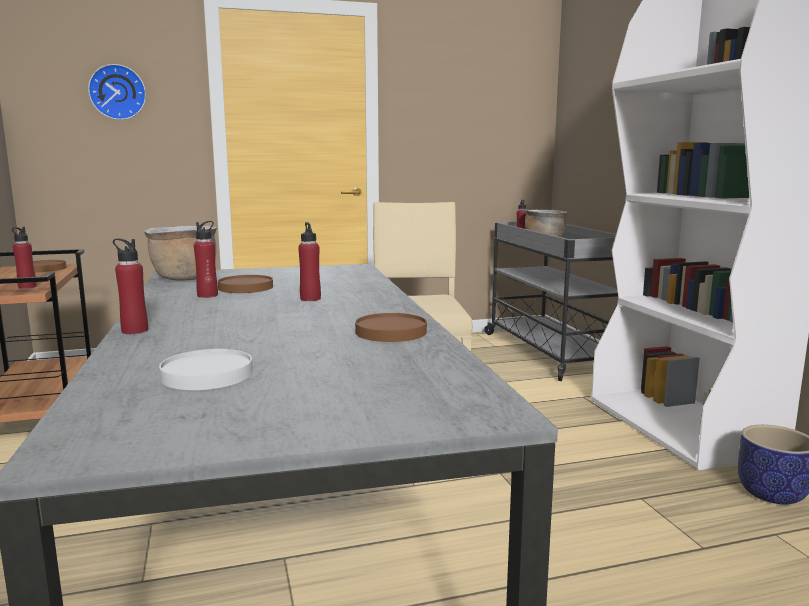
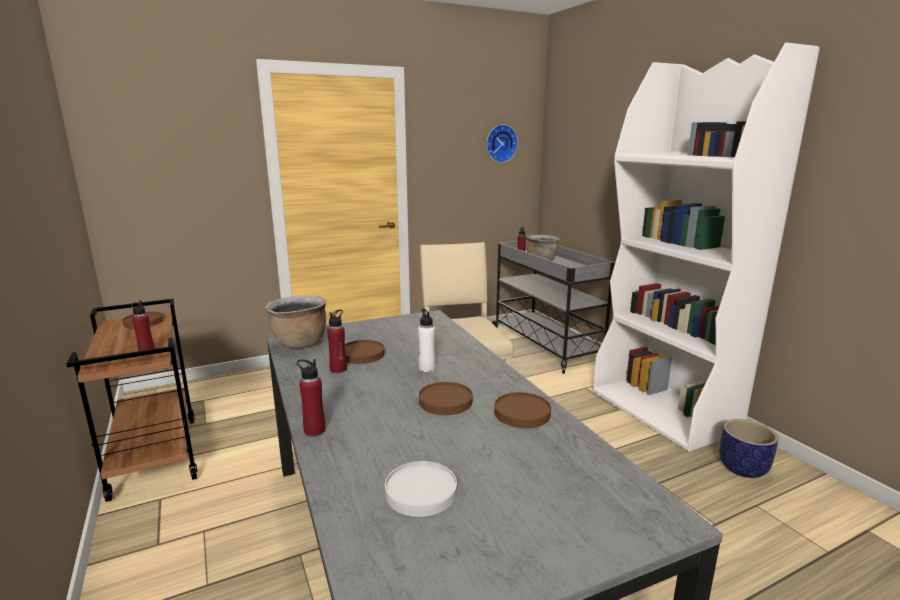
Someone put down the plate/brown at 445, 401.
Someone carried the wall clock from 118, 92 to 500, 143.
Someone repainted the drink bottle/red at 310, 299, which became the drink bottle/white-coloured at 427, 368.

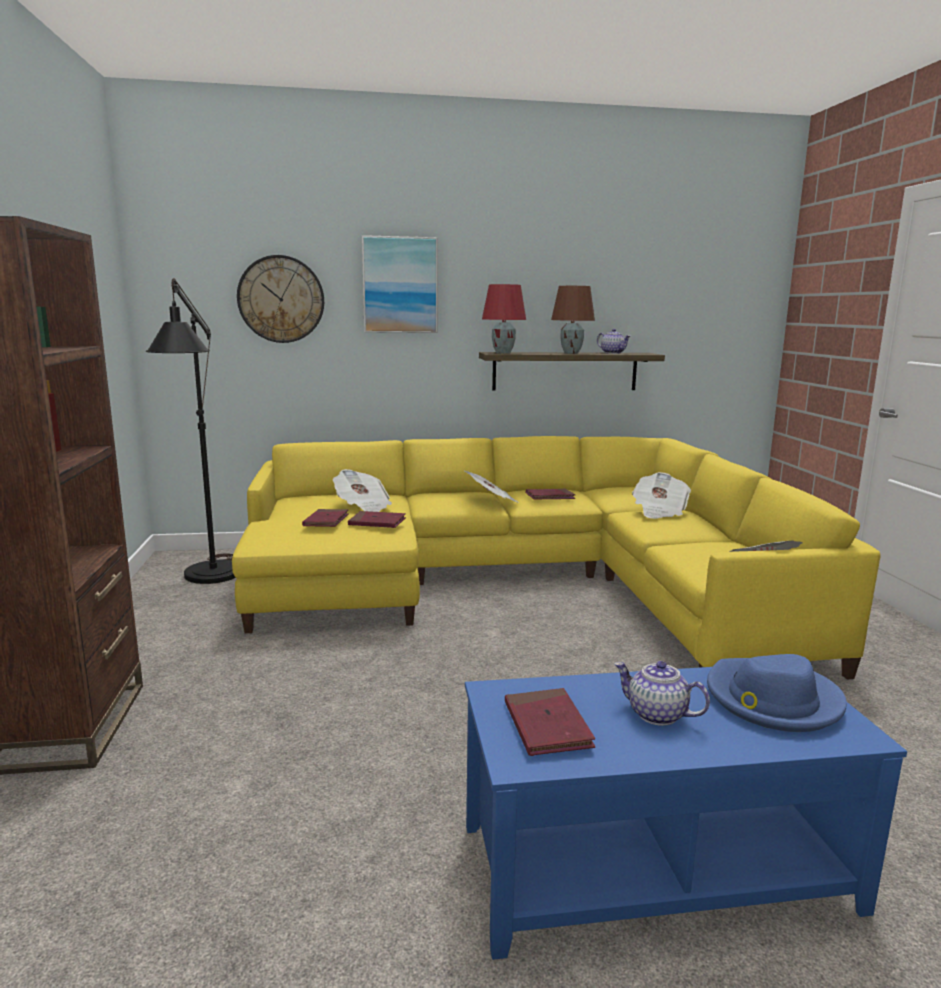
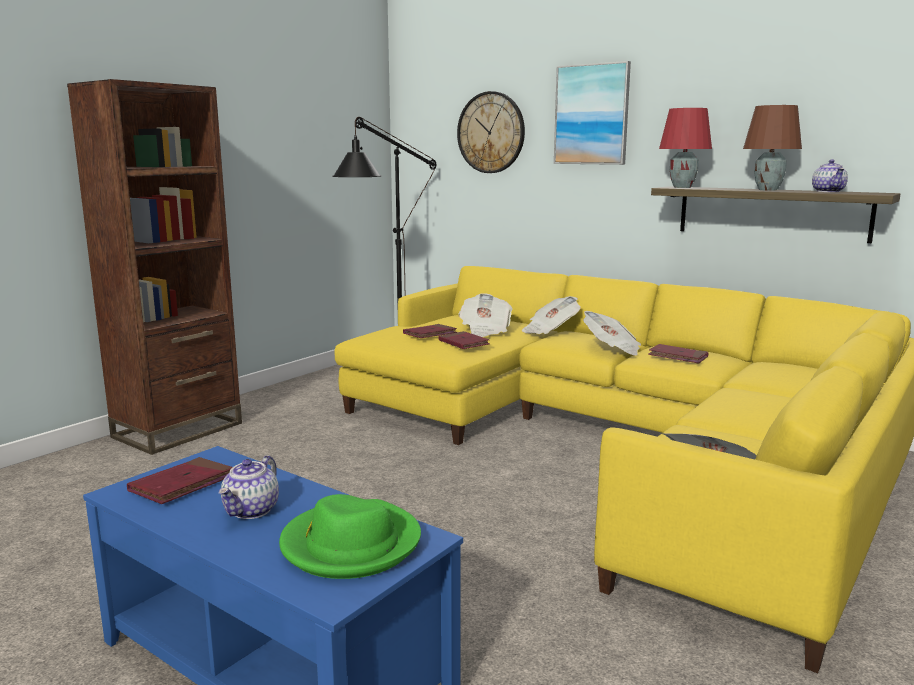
Someone carried the daily paper from 659, 511 to 550, 330.
Someone repainted the wearable hat/blue at 772, 699, which became the wearable hat/greenish at 350, 544.
Someone rotated the pot for tea at 656, 714 by 150 degrees counterclockwise.

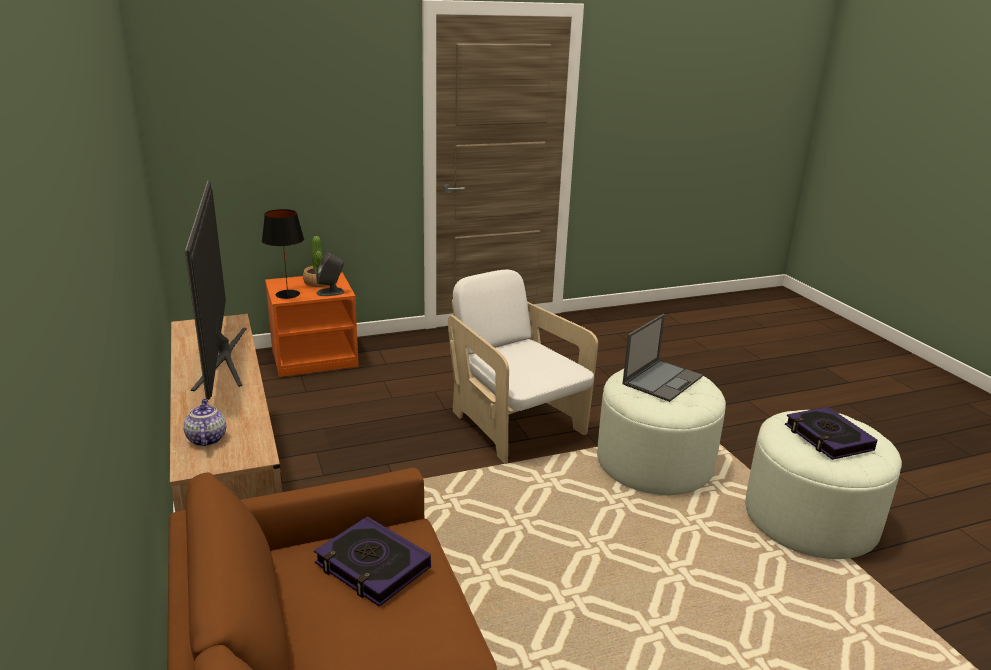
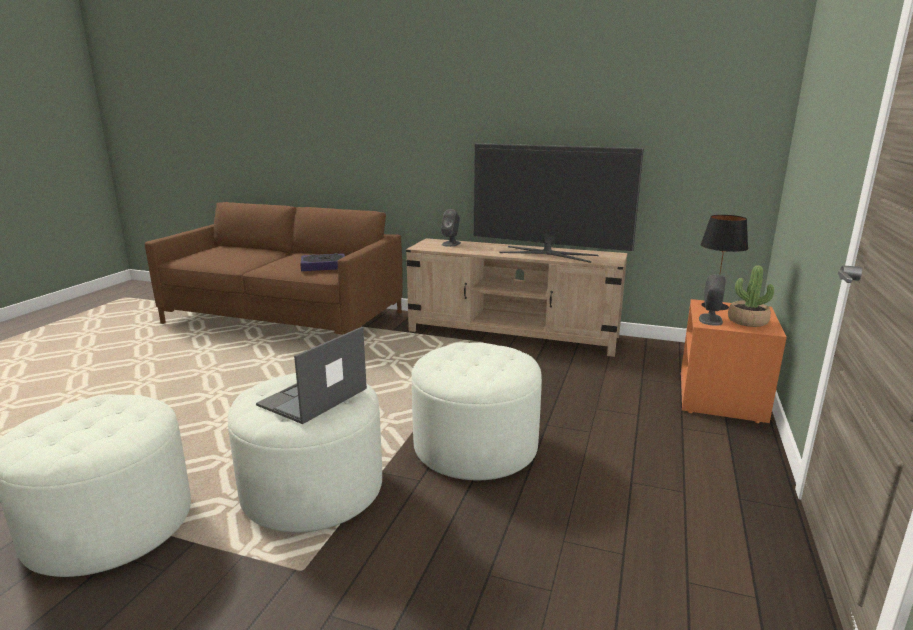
Someone took away the bound book at 827, 438.
Someone swapped the pot for tea at 206, 439 for the audio speaker/gray at 451, 244.
Someone swapped the lounge chair/white-coloured at 515, 425 for the pouffe/white-coloured at 475, 446.
Someone rotated the laptop at 662, 380 by 45 degrees clockwise.

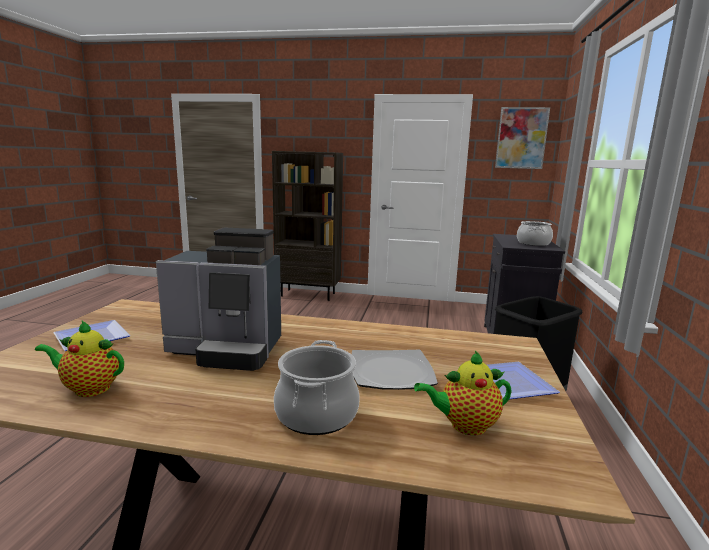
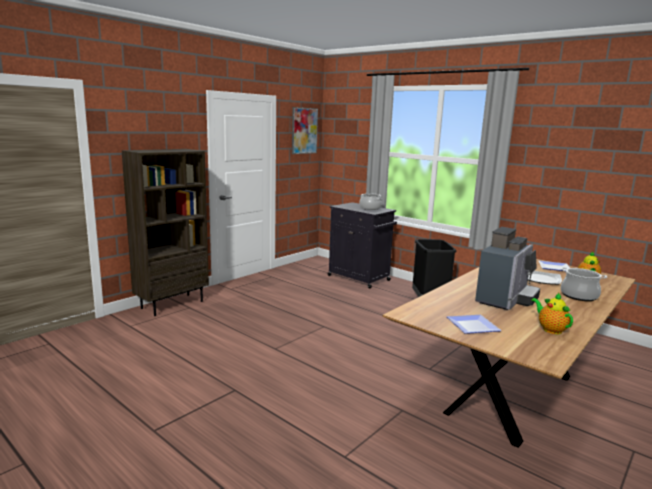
Someone rotated the pot for tea at 88, 388 by 120 degrees clockwise.

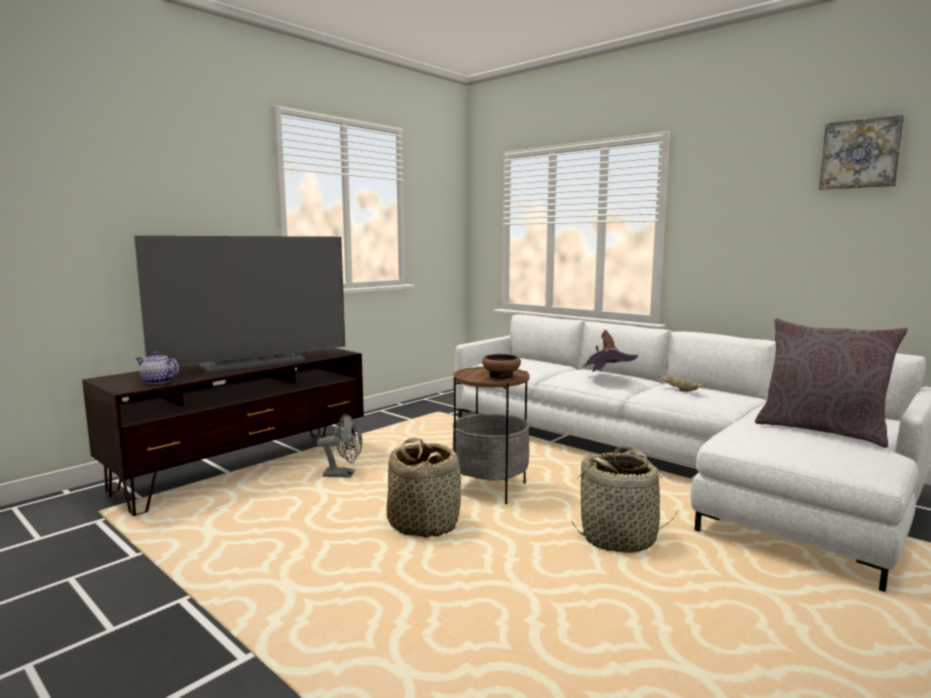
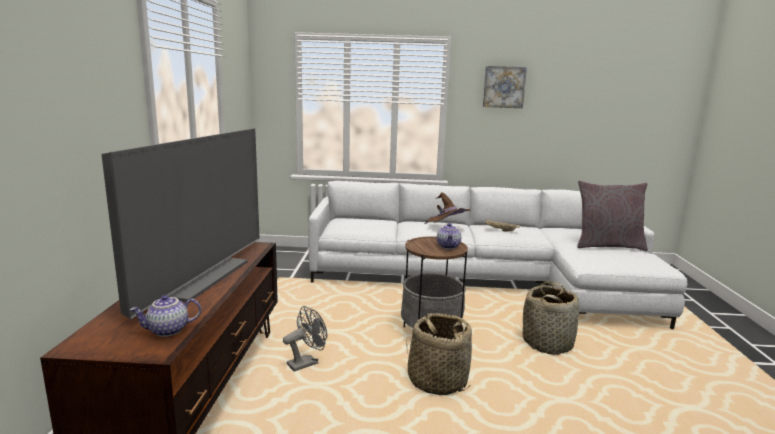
Someone carried the picture from 860, 154 to 503, 87.
Someone swapped the serving bowl at 501, 376 for the pot for tea at 449, 246.

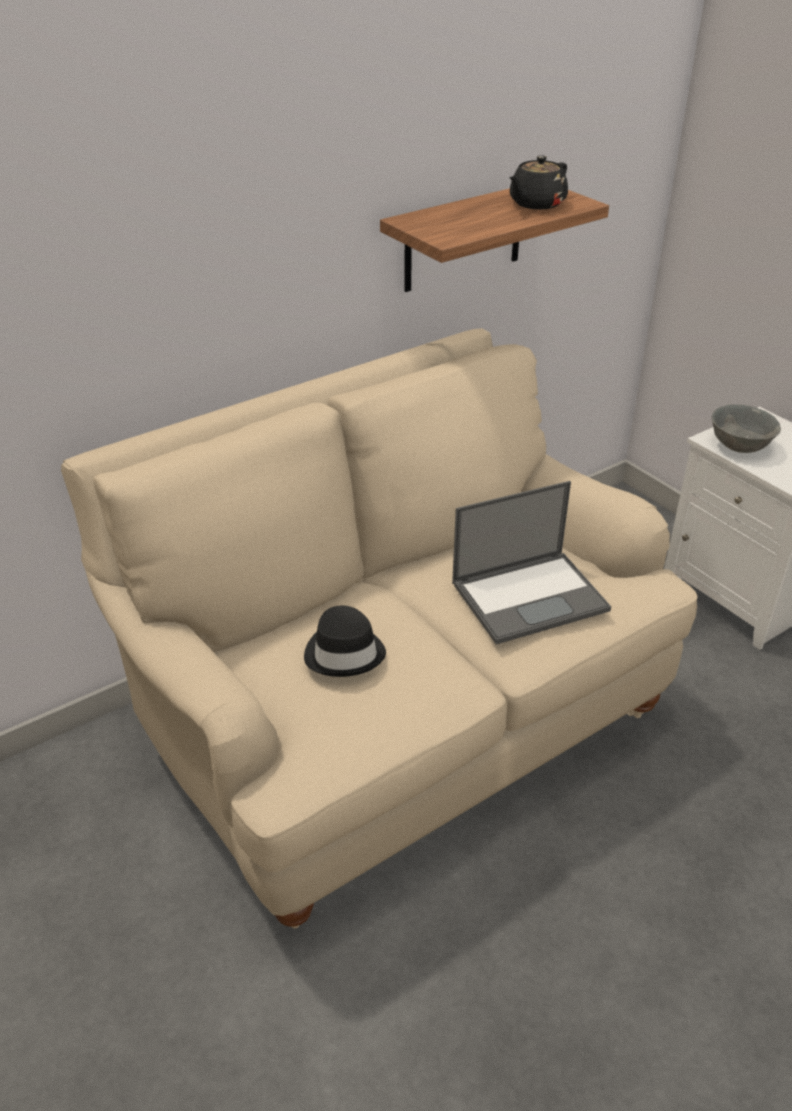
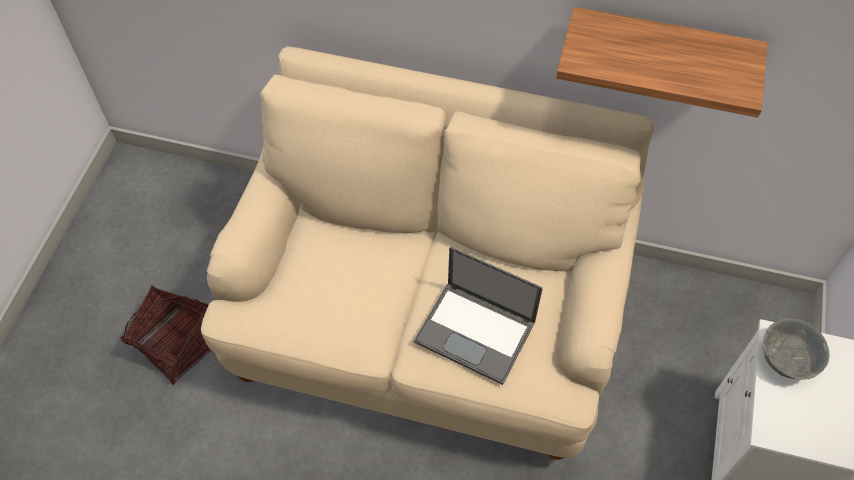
Someone took away the wearable hat/black-coloured at 345, 653.
Someone took away the pot for tea/black-coloured at 536, 204.
Someone put down the storage basket at 177, 345.

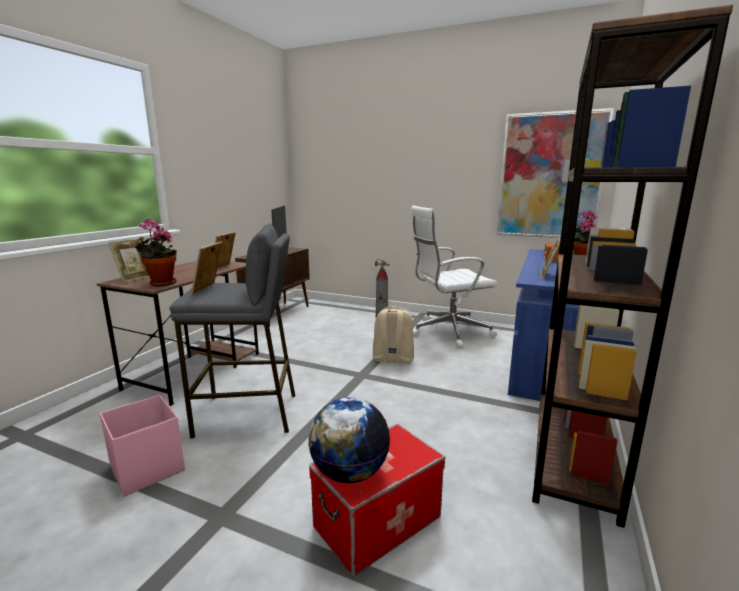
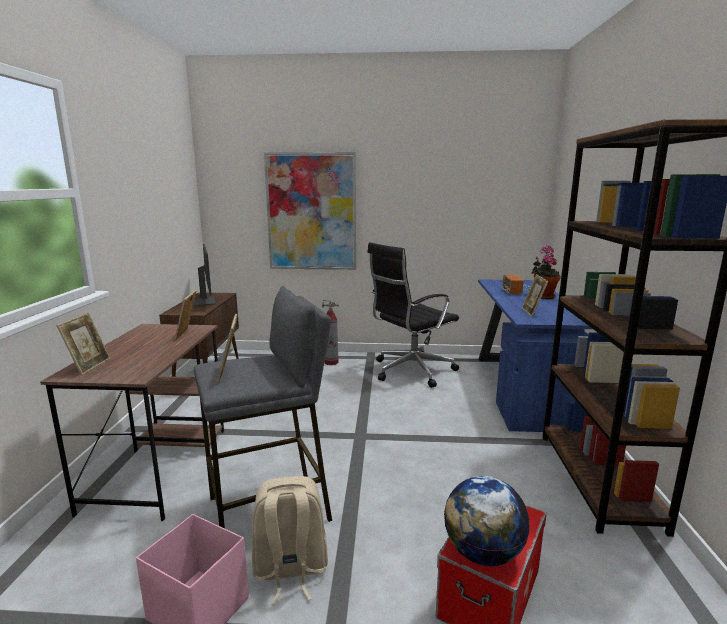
Someone took away the potted plant at 160, 284.
Someone carried the knapsack/beige from 392, 360 to 290, 570.
Someone carried the picture from 550, 176 to 311, 212.
Someone repainted the desk chair/white-coloured at 448, 332, which became the desk chair/black-coloured at 410, 371.

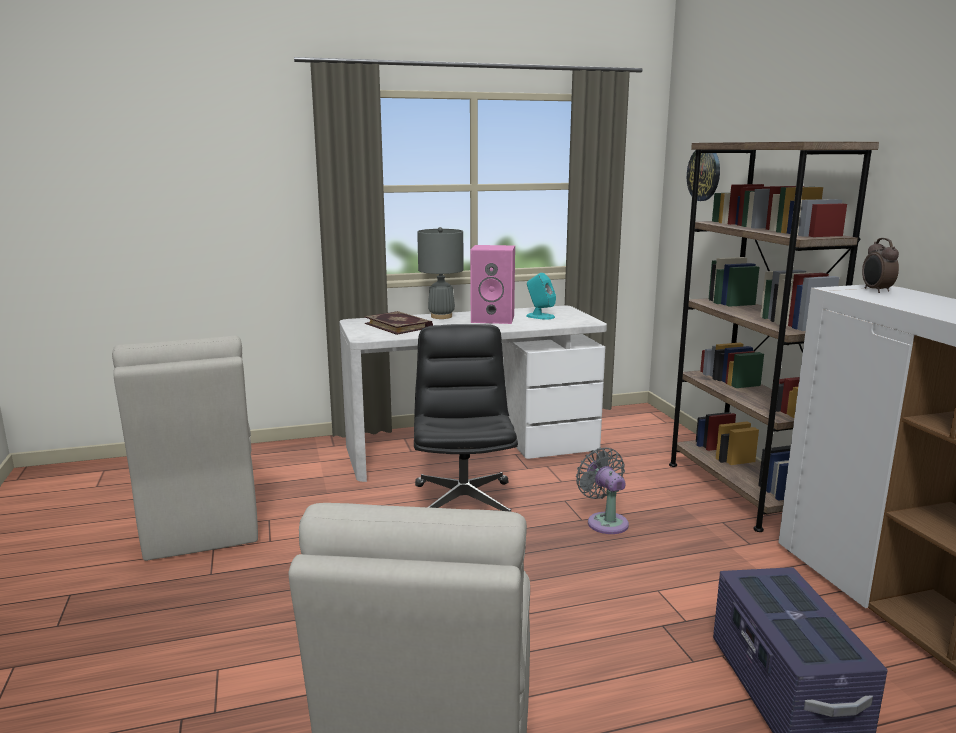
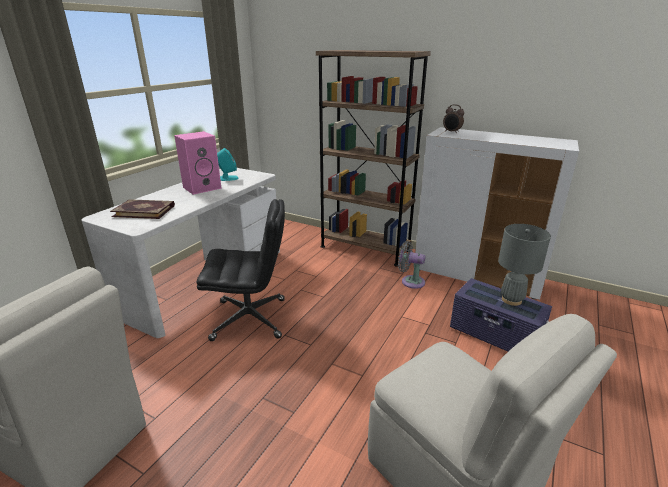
Someone took away the wall clock at 704, 173.
Someone carried the tabletop lamp/gray from 441, 316 to 511, 300.
Someone carried the cooling fan/gray from 605, 521 to 410, 281.
Someone rotated the desk chair/black-coloured at 463, 503 by 135 degrees clockwise.

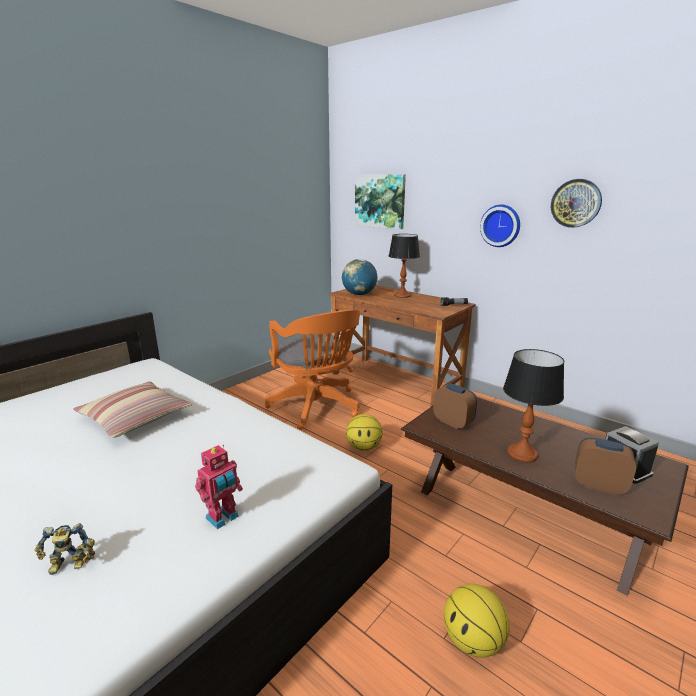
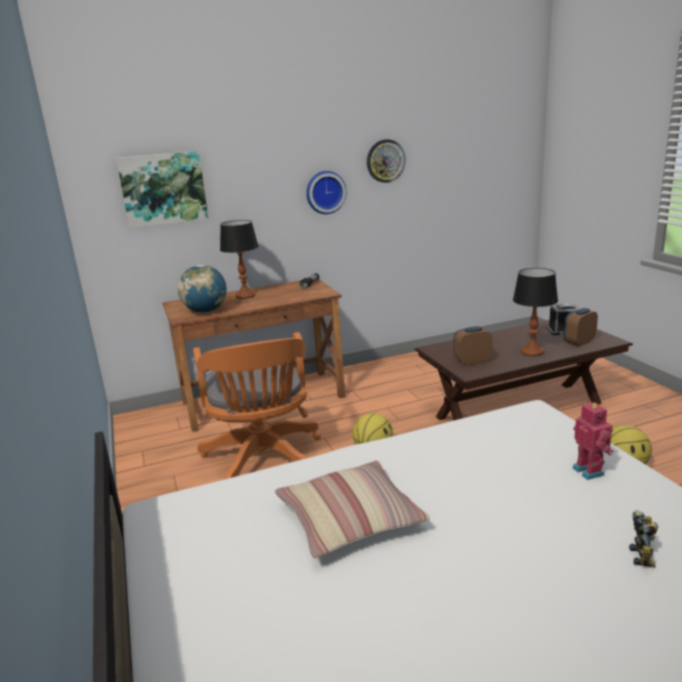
Someone rotated the desk chair/orange at 316, 408 by 75 degrees clockwise.

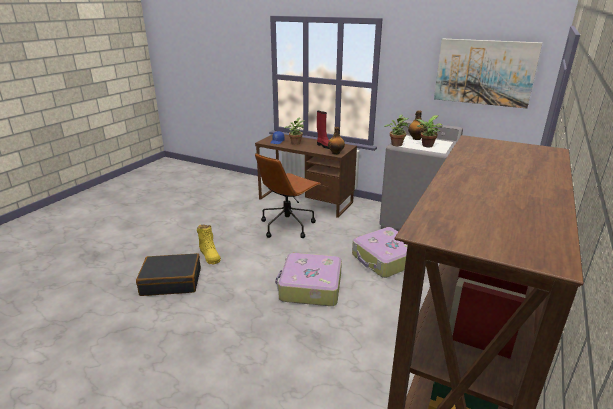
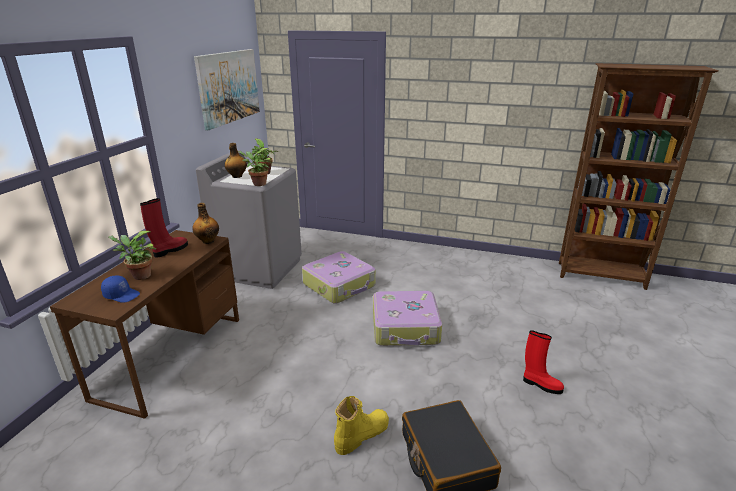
Someone took away the desk chair/brown at 288, 225.
Someone put down the tall boot/red at 541, 385.

